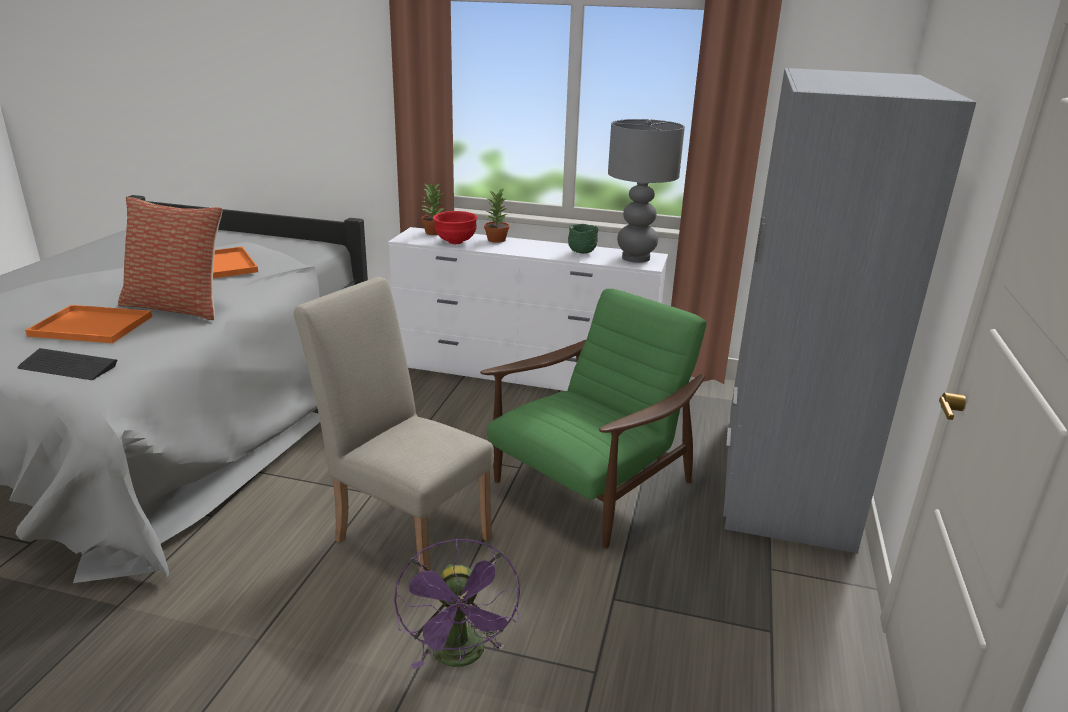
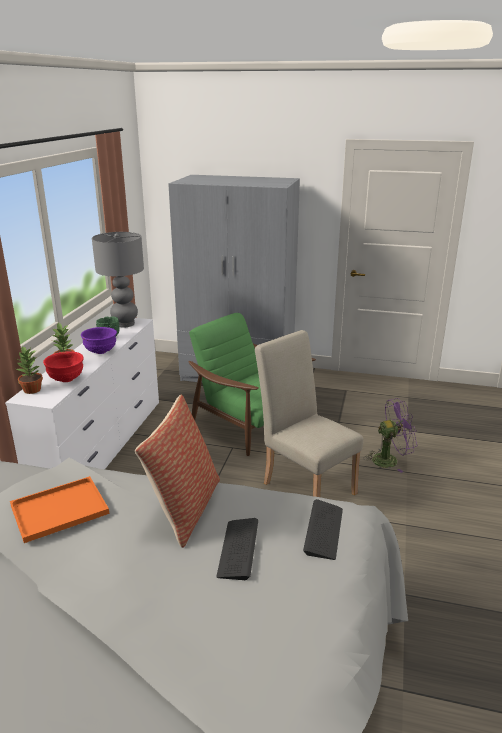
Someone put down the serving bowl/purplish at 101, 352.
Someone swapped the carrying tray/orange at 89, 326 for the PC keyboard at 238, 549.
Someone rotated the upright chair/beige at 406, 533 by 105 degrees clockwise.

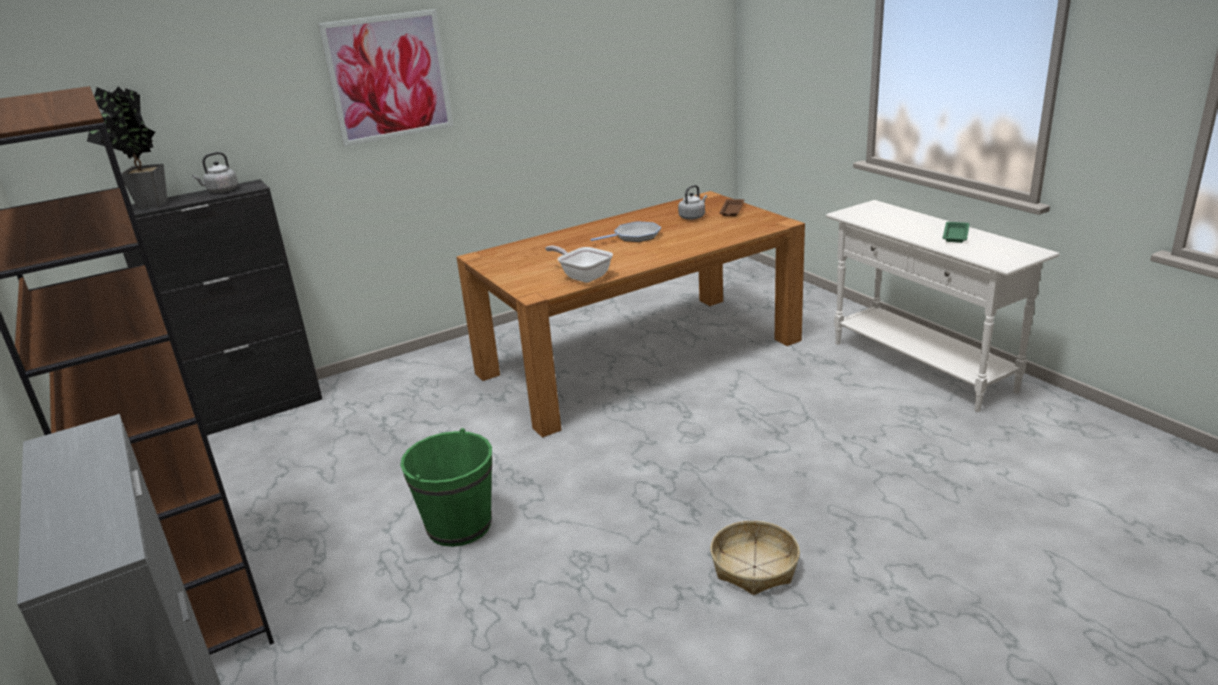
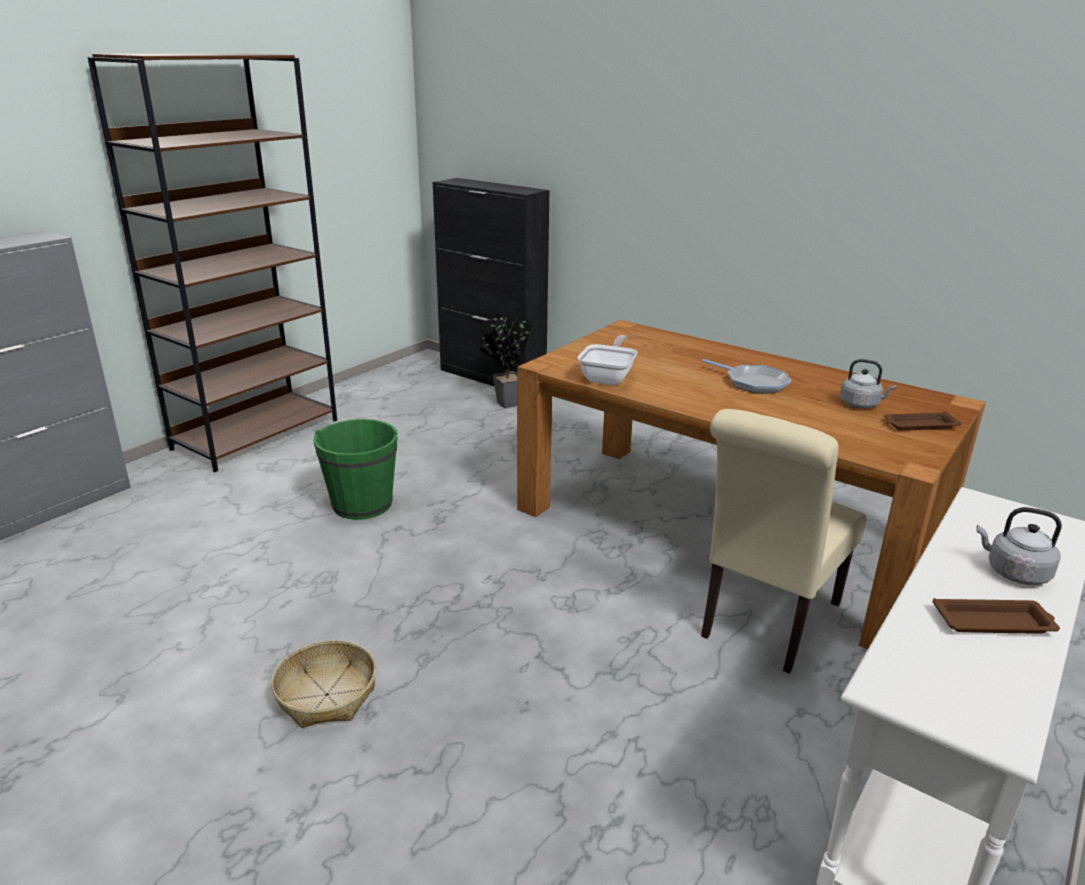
Someone took away the picture at 389, 77.
Someone put down the upright chair/beige at 766, 623.
Someone carried the potted plant from 148, 206 to 504, 403.
Someone carried the tea kettle/gray from 221, 191 to 1013, 573.
Someone repainted the carrying tray/greenish at 955, 235, which became the carrying tray/brown at 994, 622.

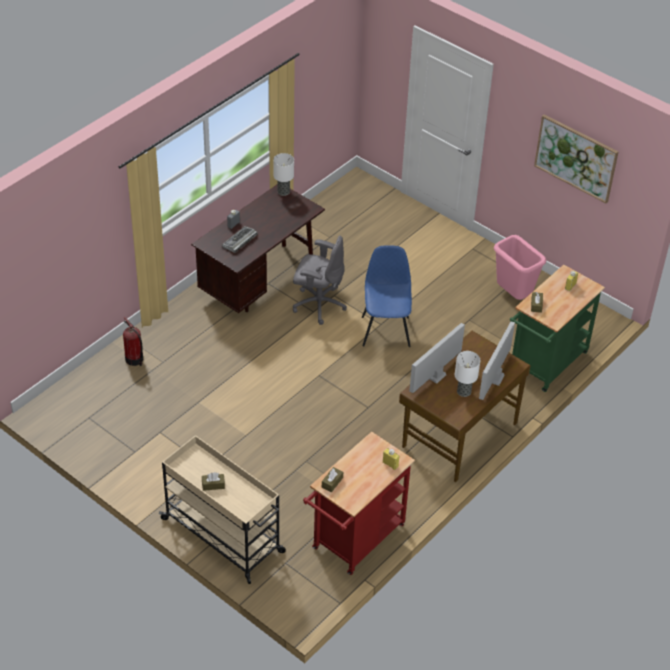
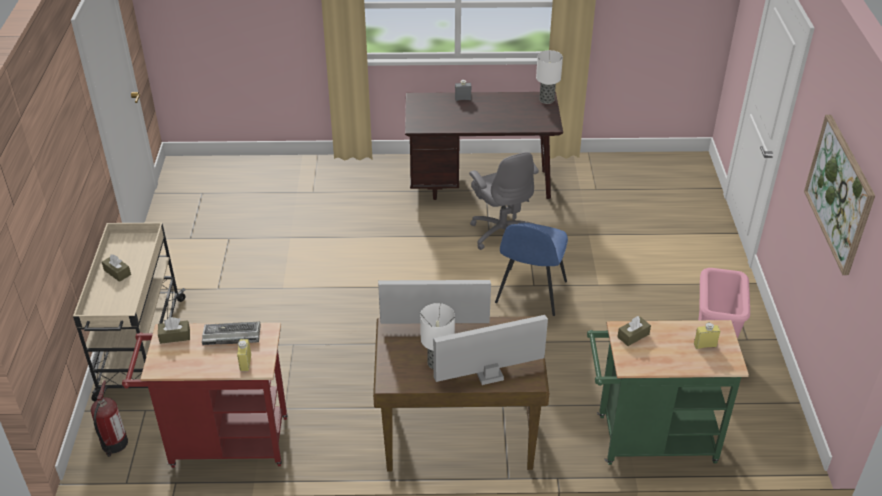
Someone carried the fire-fighting cylinder from 135, 360 to 114, 444.
Someone carried the PC keyboard from 239, 242 to 231, 336.
Someone rotated the upright chair/blue at 386, 330 by 150 degrees clockwise.

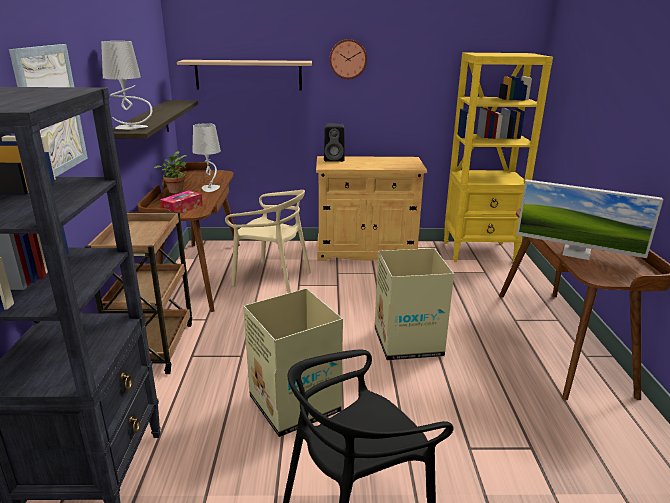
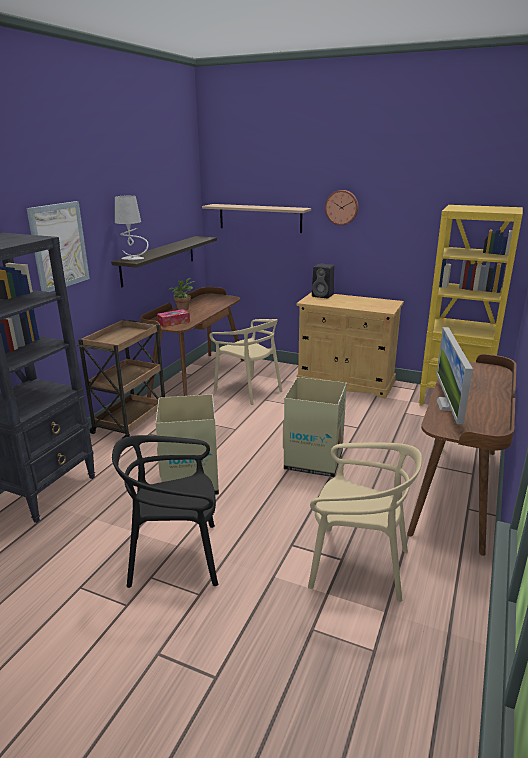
Someone took away the tabletop lamp/gray at 210, 189.
Someone put down the upright chair/beige at 358, 565.
Someone rotated the computer screen at 576, 253 by 45 degrees clockwise.

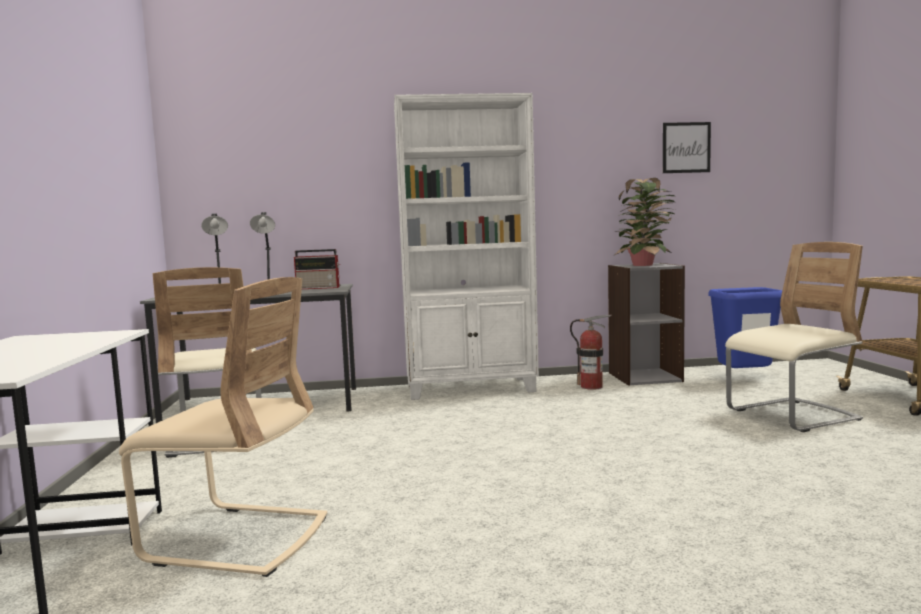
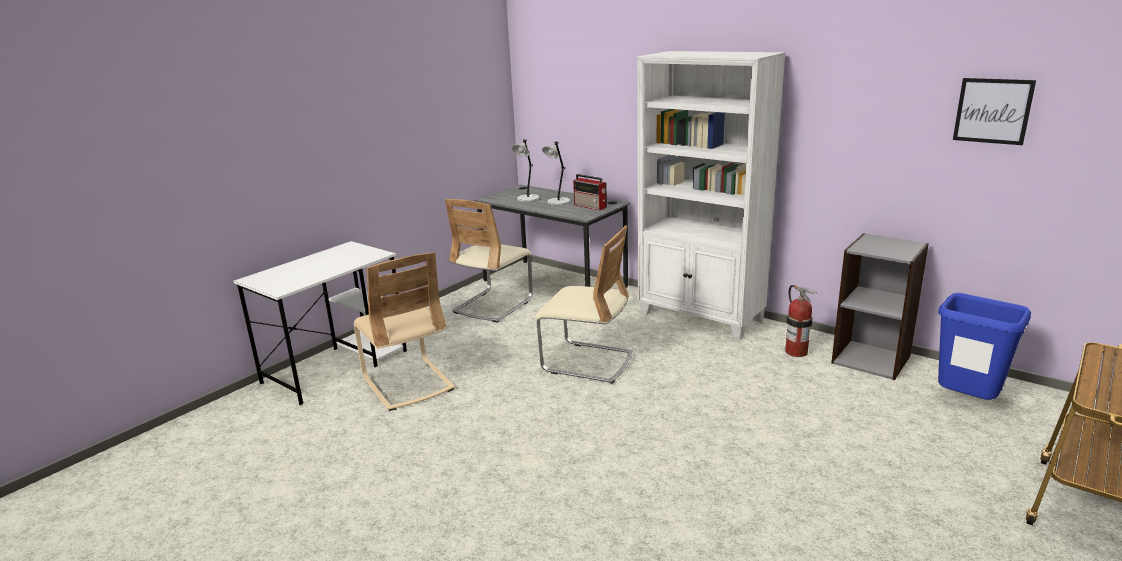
Someone took away the potted plant at 645, 265.
Someone carried the upright chair/beige from 792, 416 to 587, 362.

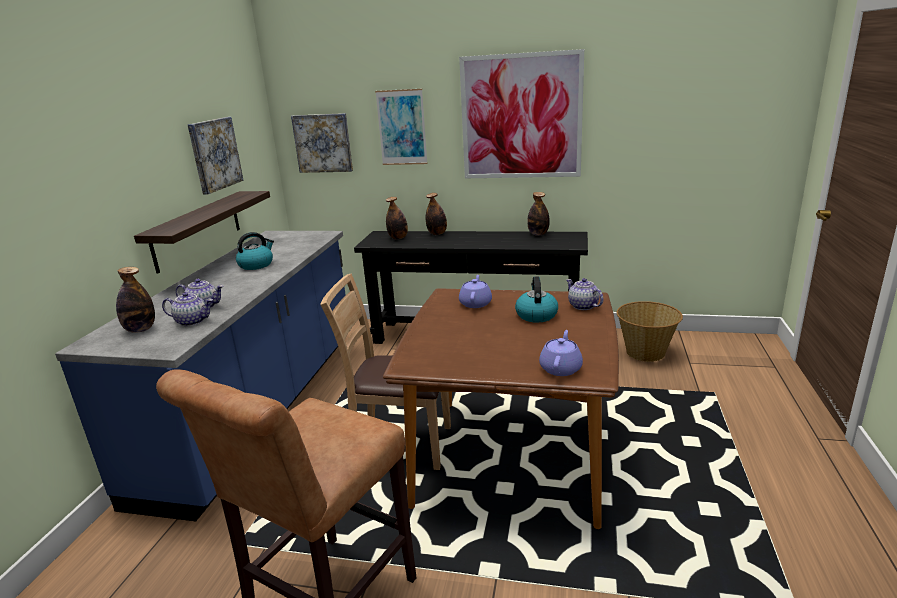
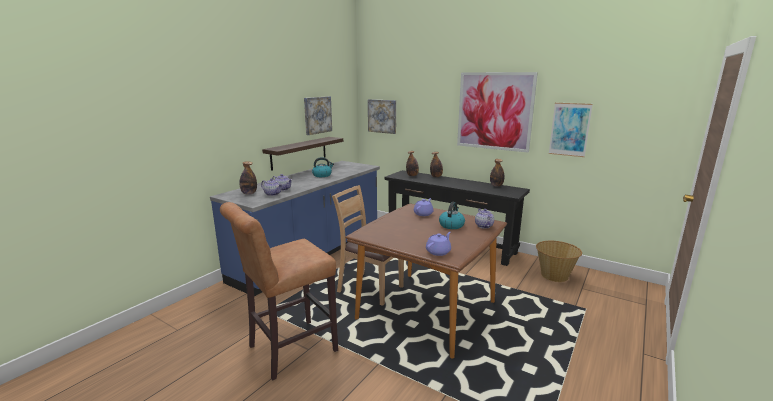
Someone carried the picture from 402, 127 to 569, 129.

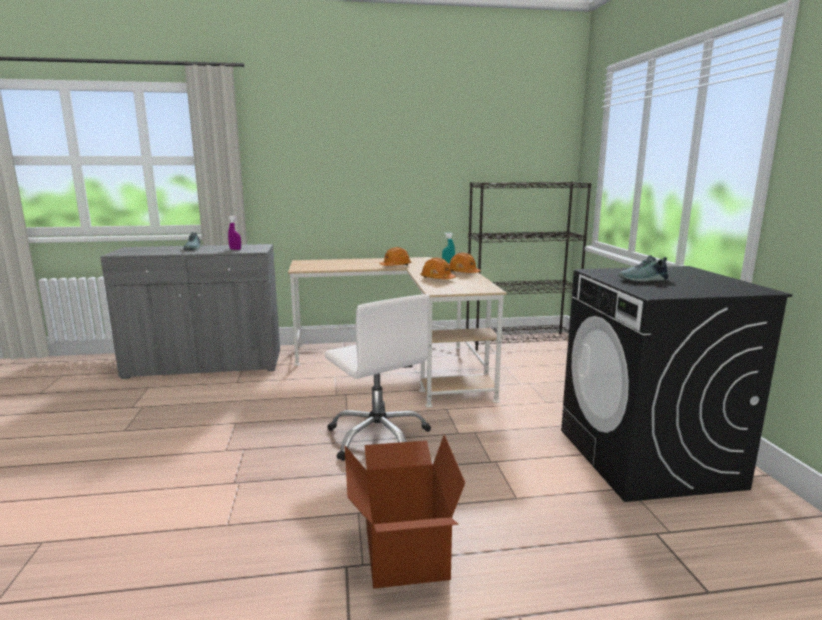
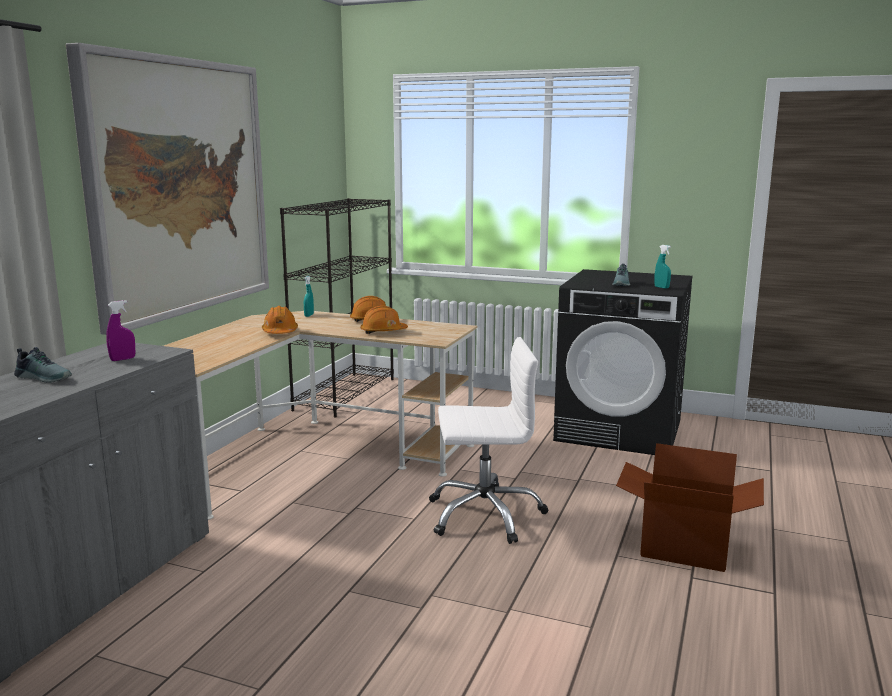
Someone put up the picture at 179, 187.
Someone put down the spray bottle/turquoise at 661, 287.

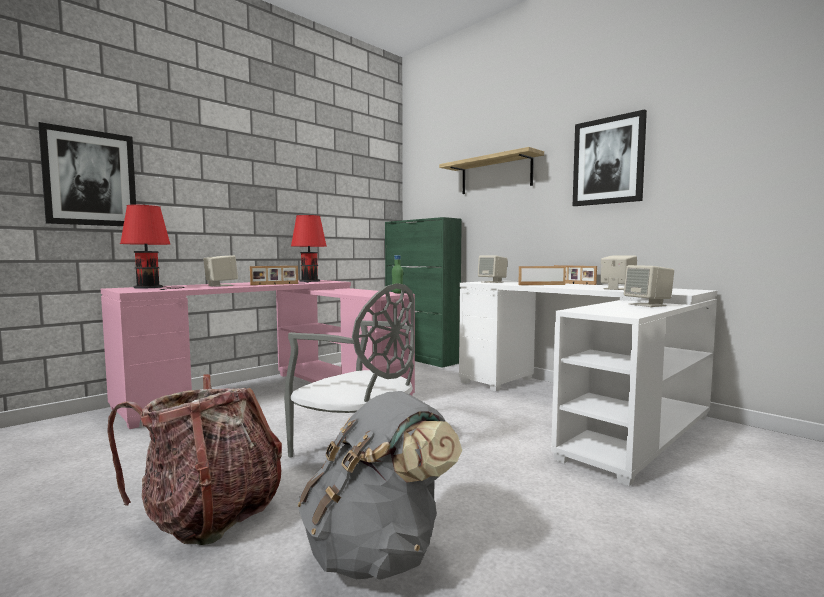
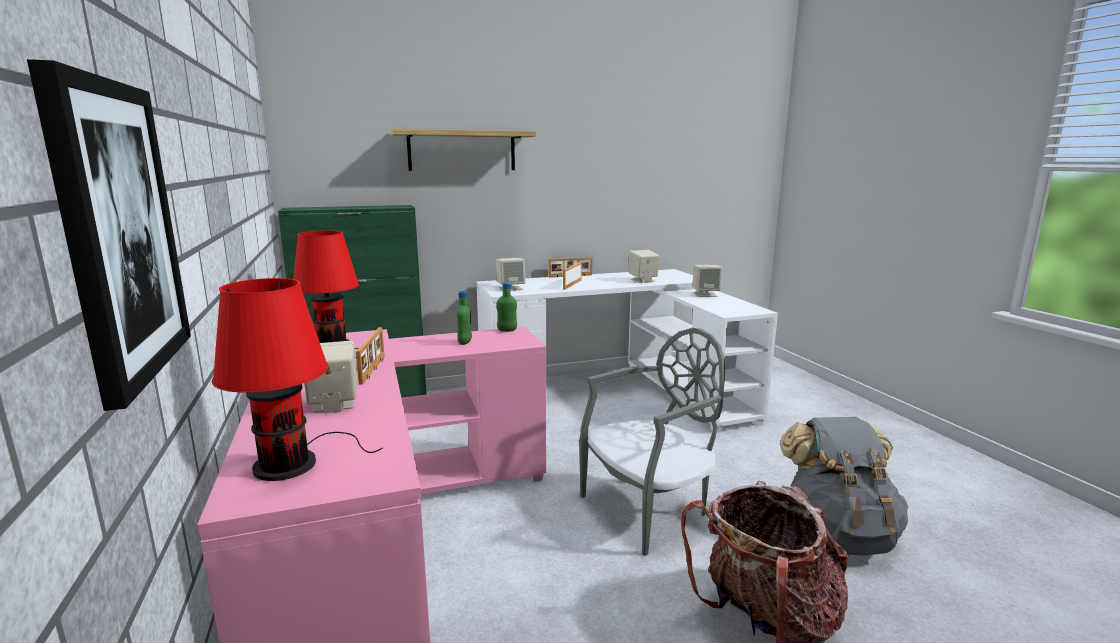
Someone took away the picture at 608, 161.
Someone put down the drink bottle/greenish at 465, 342.

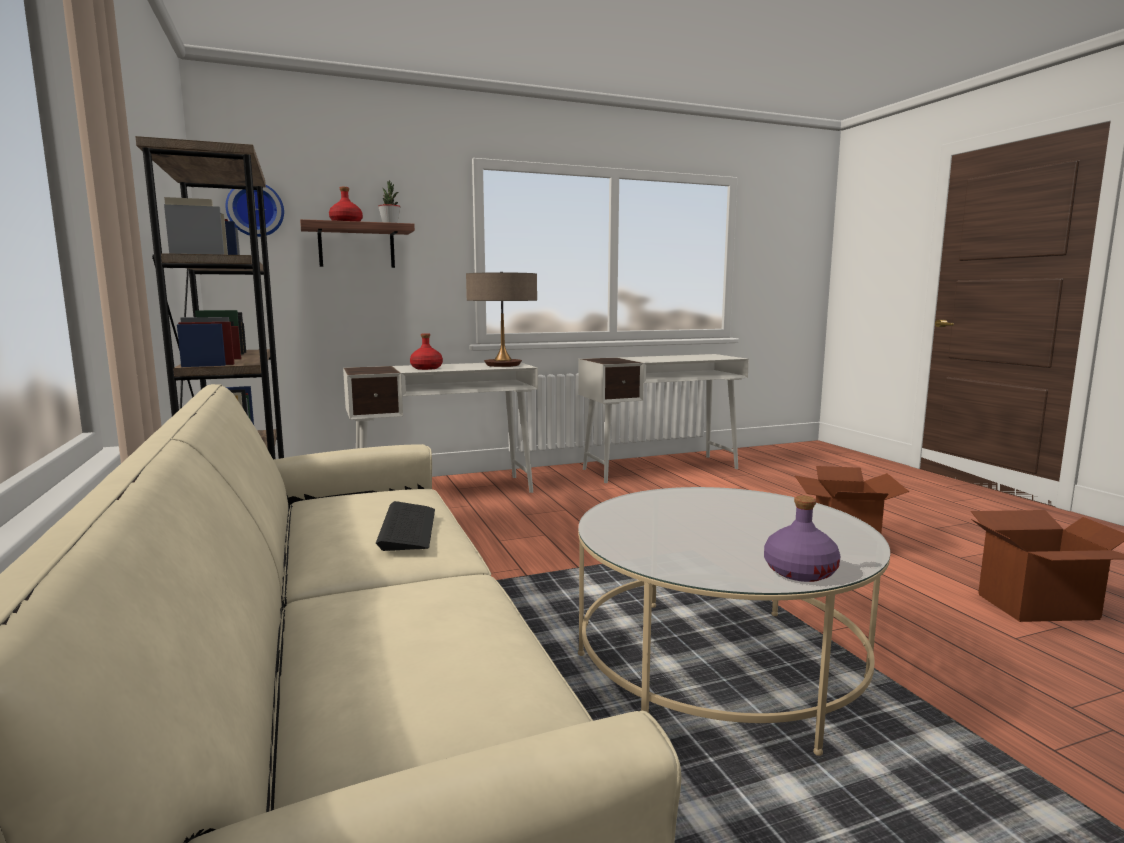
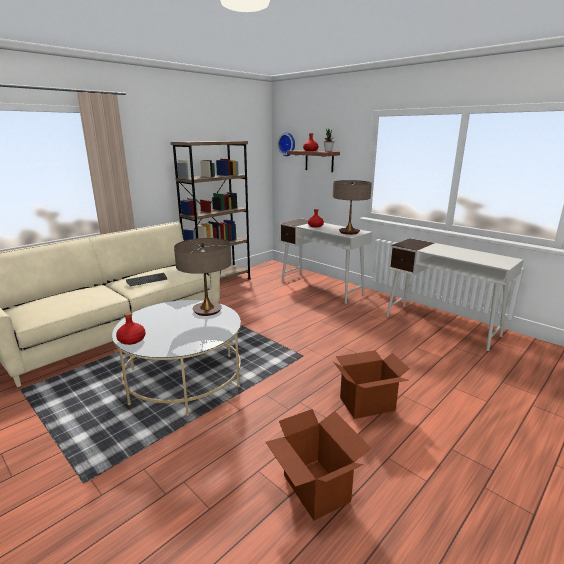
Someone put down the tabletop lamp at 207, 310.
Someone repainted the drink bottle/purplish at 799, 571, which became the drink bottle/red at 132, 340.

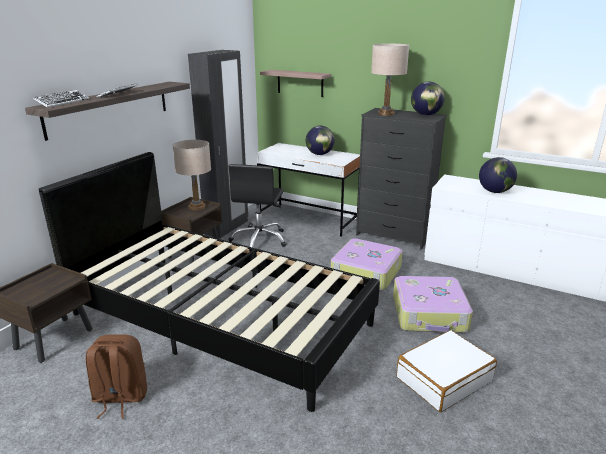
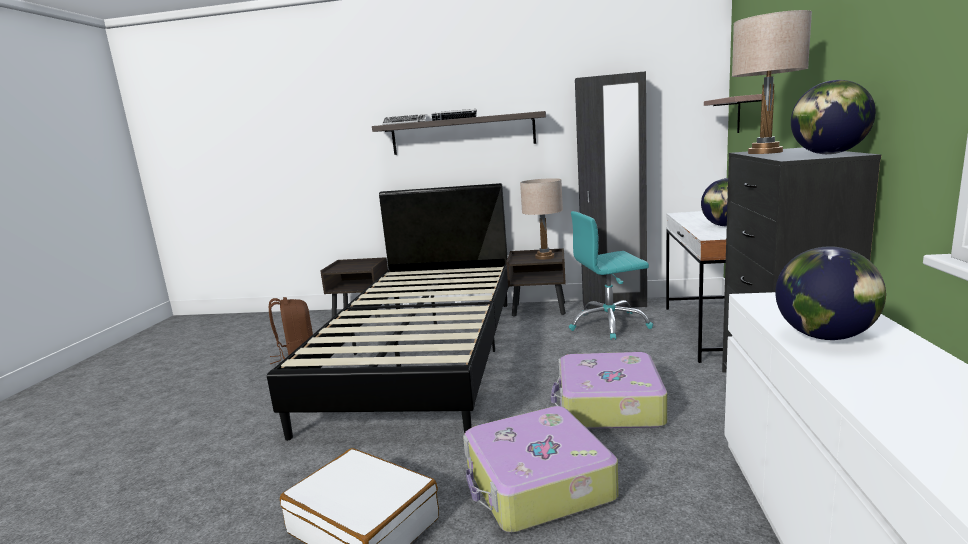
Someone repainted the desk chair/black-coloured at 259, 240, which became the desk chair/turquoise at 609, 324.

